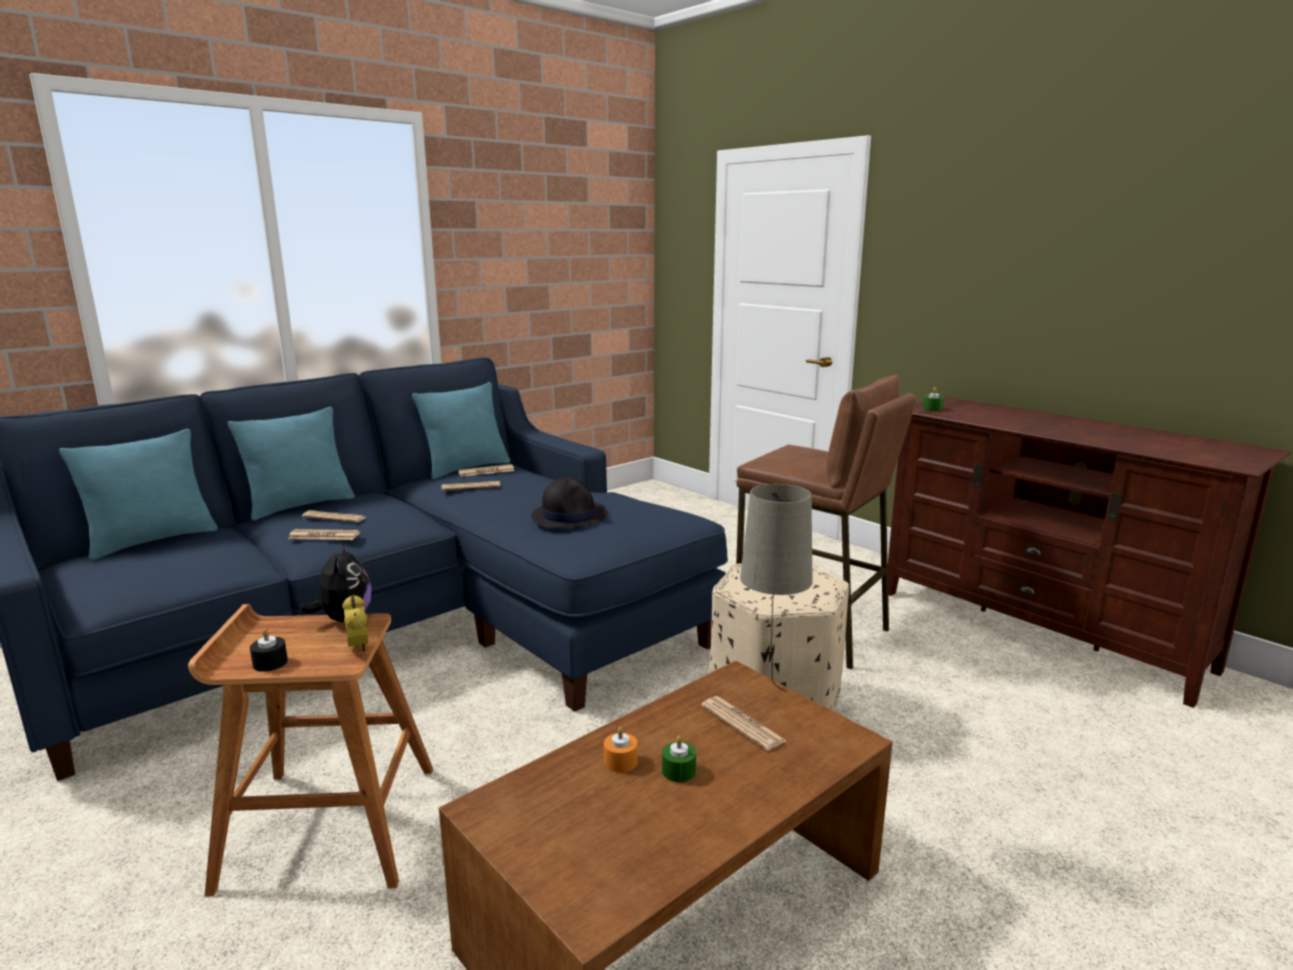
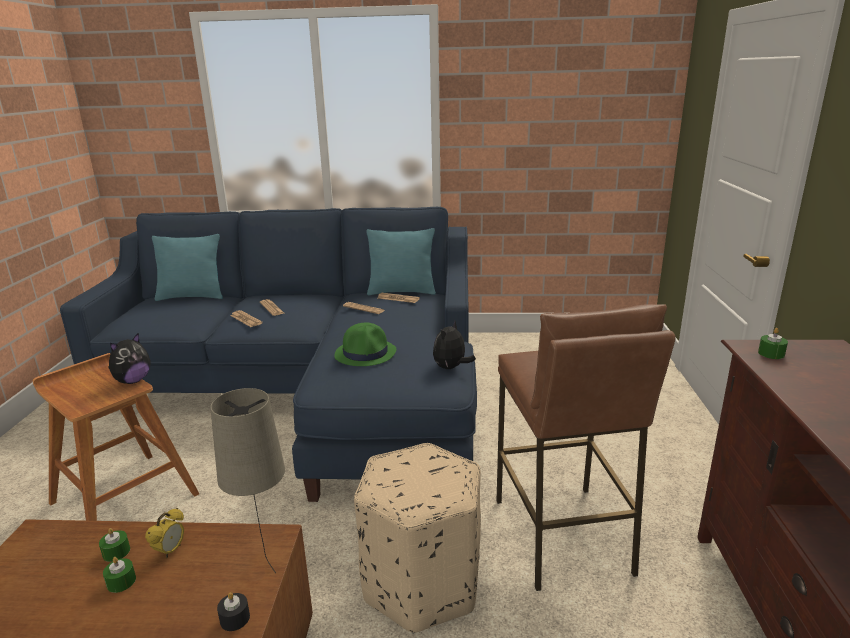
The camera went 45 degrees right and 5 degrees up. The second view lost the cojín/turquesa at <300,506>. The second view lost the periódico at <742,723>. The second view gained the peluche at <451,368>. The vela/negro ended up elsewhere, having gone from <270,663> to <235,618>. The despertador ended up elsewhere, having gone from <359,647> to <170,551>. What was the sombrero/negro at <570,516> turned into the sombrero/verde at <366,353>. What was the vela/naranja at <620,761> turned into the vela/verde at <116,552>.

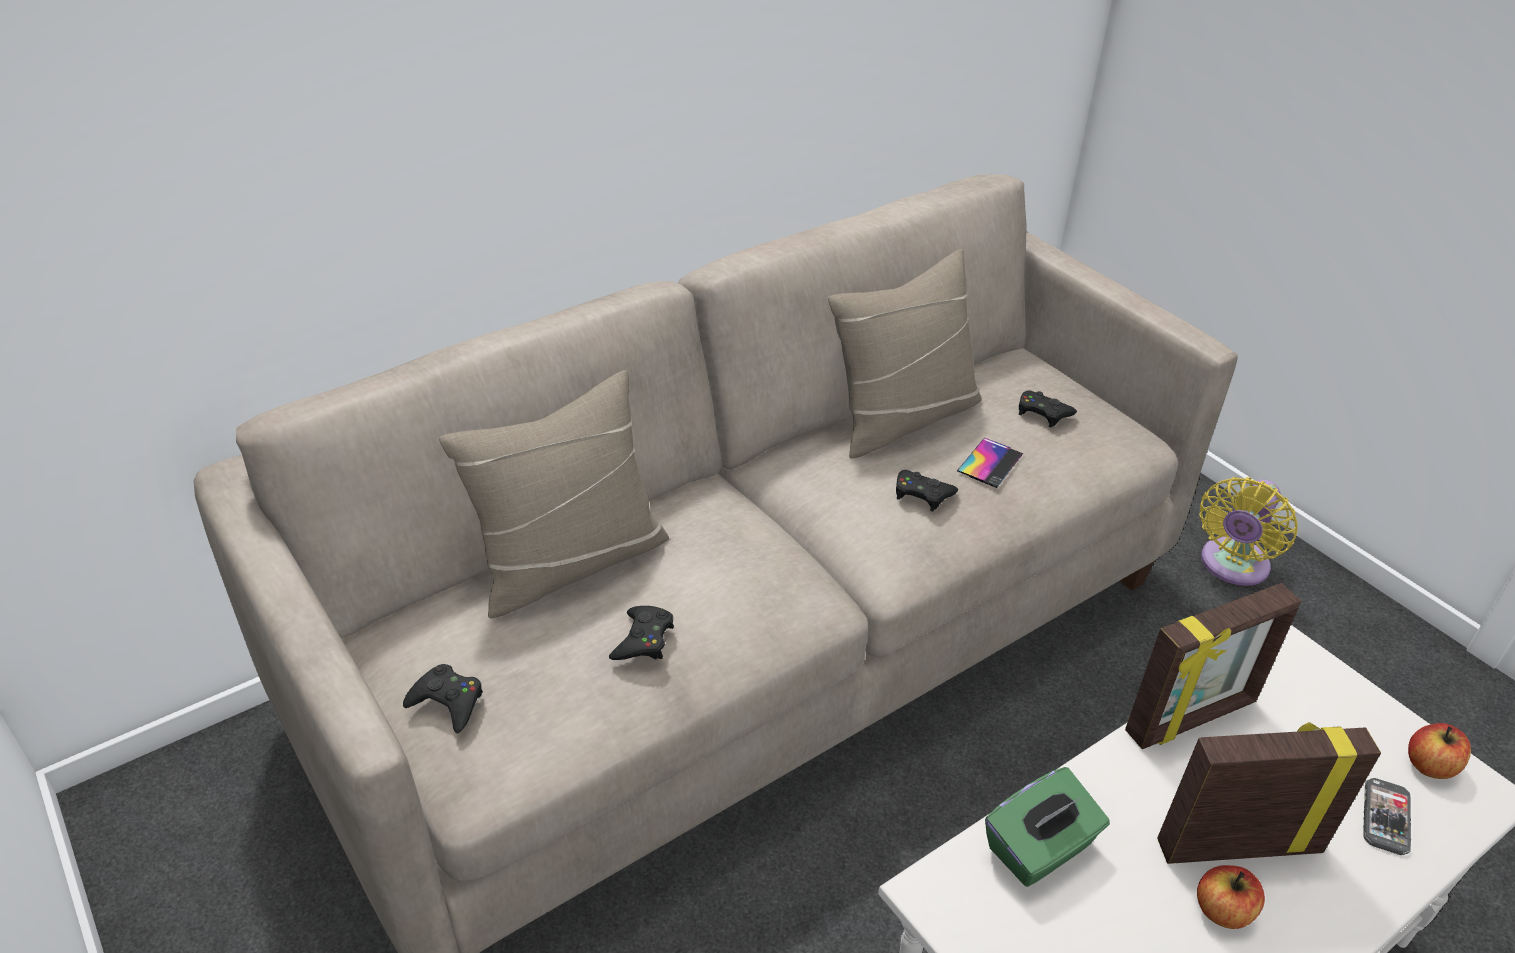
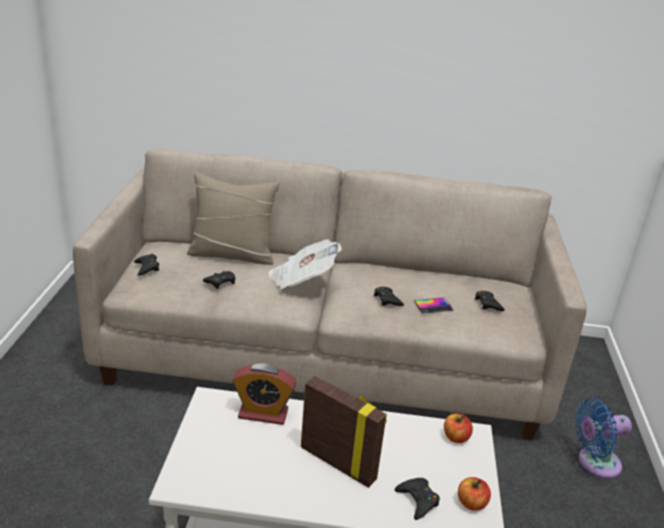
The camera went 40 degrees right and 10 degrees down. The second view lost the cojín/beis at <902,418>. The second view lost the portarretratos at <1192,719>. The second view gained the periódico at <302,280>. The manzana ended up elsewhere, having gone from <1223,911> to <455,437>. Where the caja de pañuelos/verde stood at <1040,849>, the despertador came to stand at <263,413>. Where the móvil stood at <1385,818>, the mando de consola/negro came to stand at <418,500>. What was the ventilador/amarillo at <1231,566> turned into the ventilador/azul at <594,463>.

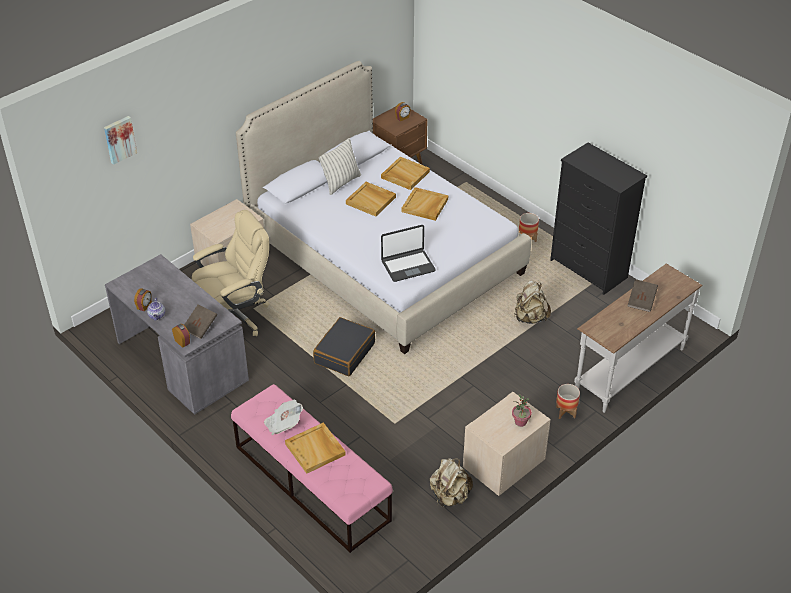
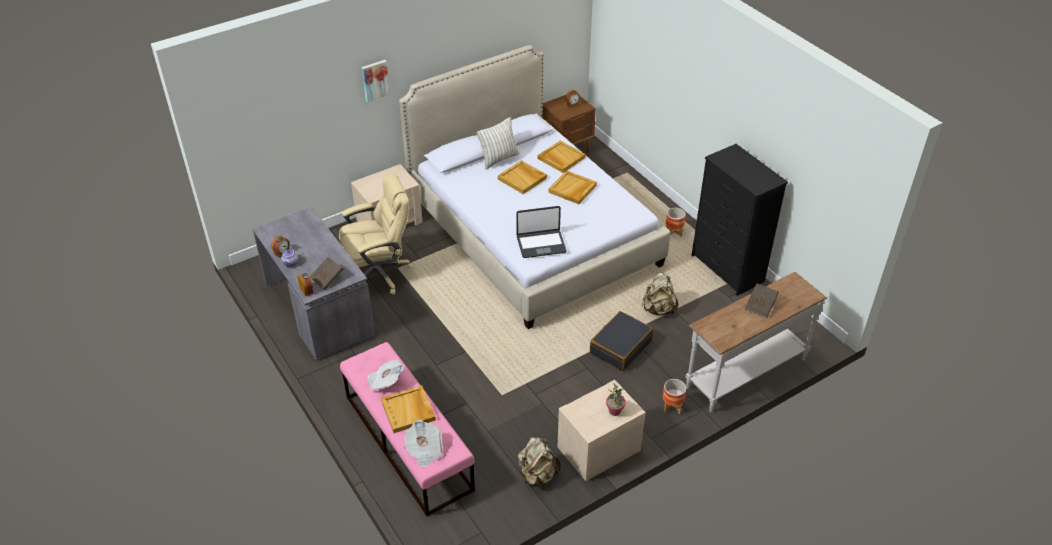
The camera went 10 degrees right and 0 degrees up. The second view gained the periódico at <424,450>. The cuadro ended up elsewhere, having gone from <119,139> to <375,80>. The maleta/negro ended up elsewhere, having gone from <344,353> to <620,347>.

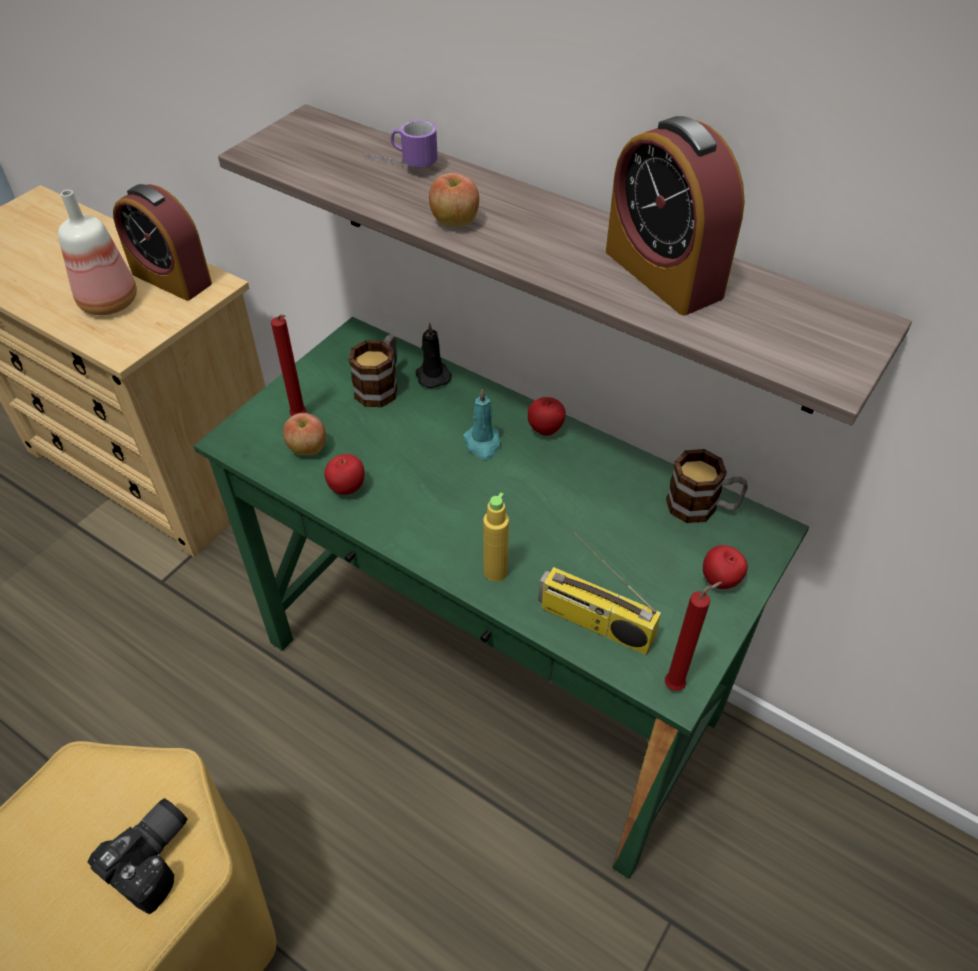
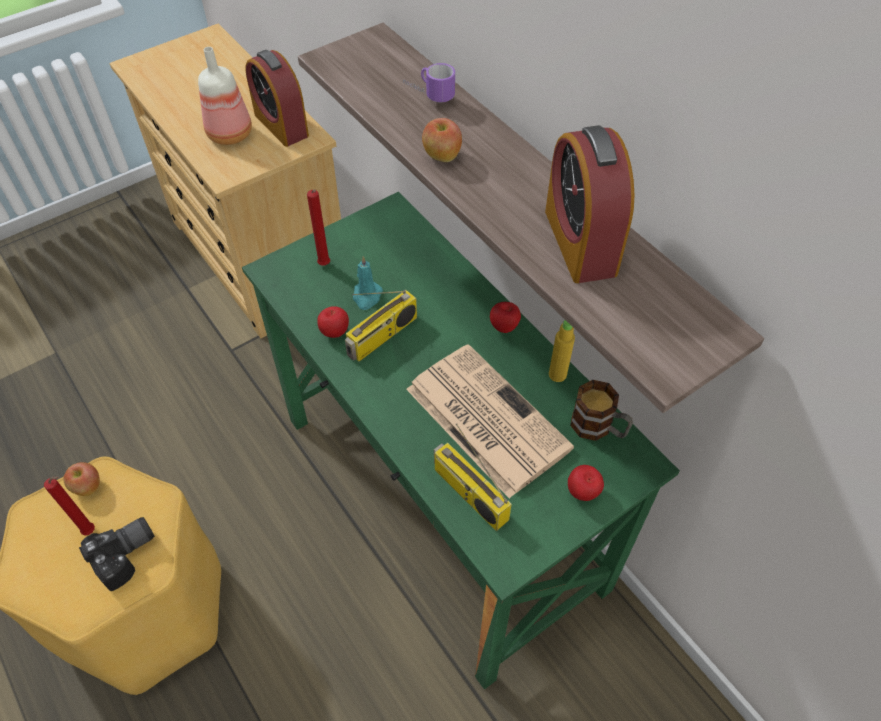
The camera went 20 degrees right and 5 degrees up. The second view lost the taza grande at <381,386>. The second view lost the vela/negro at <432,375>. The second view gained the radio at <382,337>. The second view gained the periódico at <484,417>. The manzana ended up elsewhere, having gone from <307,449> to <88,487>. The vela/turquesa ended up elsewhere, having gone from <483,444> to <367,296>. The botella/amarillo ended up elsewhere, having gone from <495,571> to <557,374>. The vela/rojo ended up elsewhere, having gone from <677,684> to <91,531>.

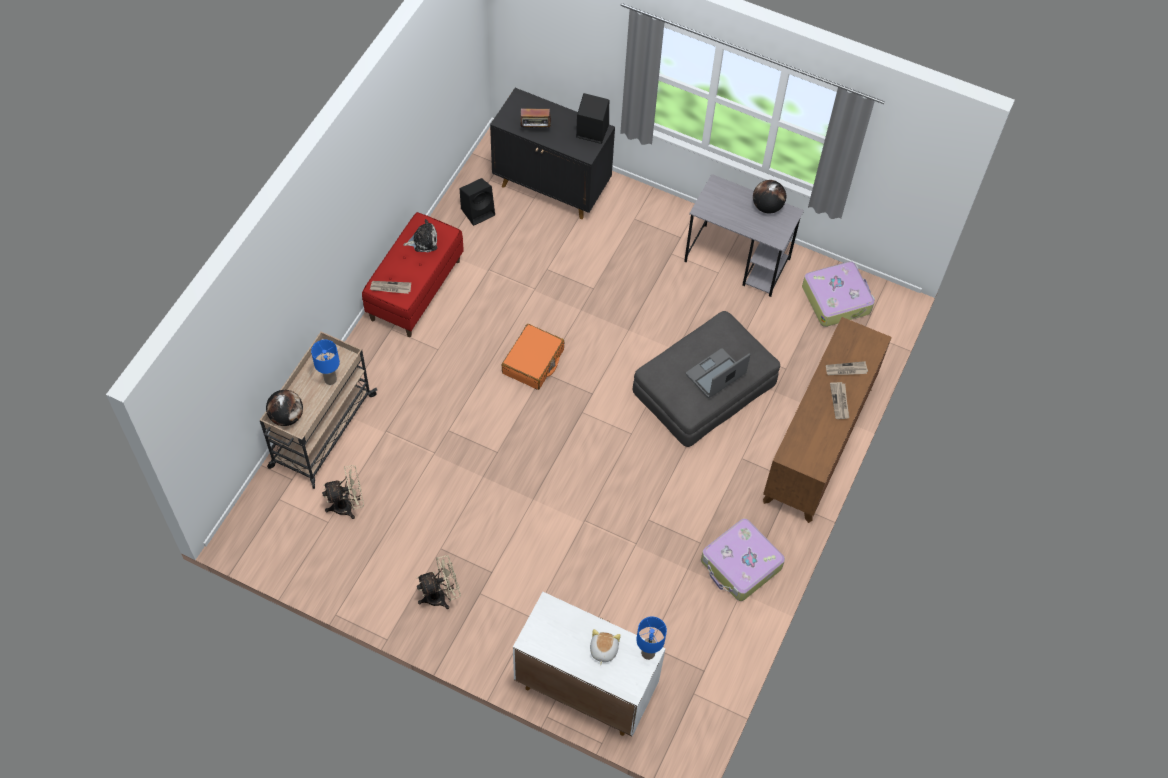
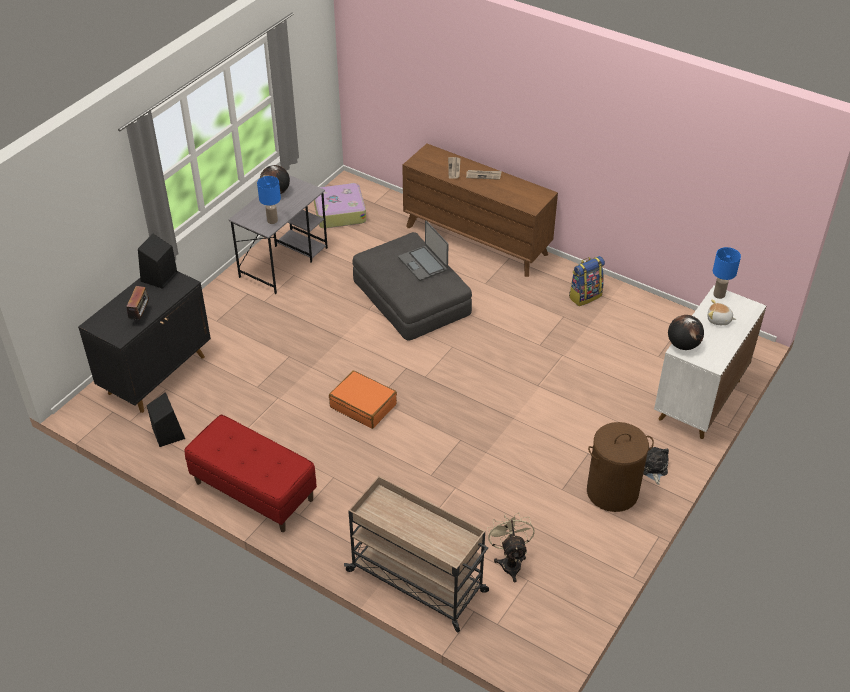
The camera went 80 degrees left and 15 degrees down. The second view lost the periódico at <390,288>. The globo terráqueo ended up elsewhere, having gone from <287,416> to <682,345>. The lámpara de mesa/azul ended up elsewhere, having gone from <330,379> to <272,220>. The peluche ended up elsewhere, having gone from <423,241> to <653,468>. Where the ventilador/beis stood at <441,595>, the cesto de la ropa/marrón came to stand at <612,492>. Where the maleta stood at <740,565>, the mochila came to stand at <585,296>.

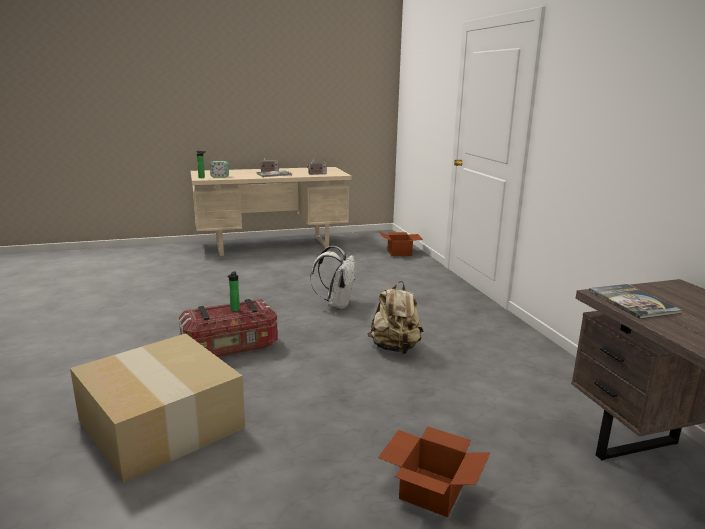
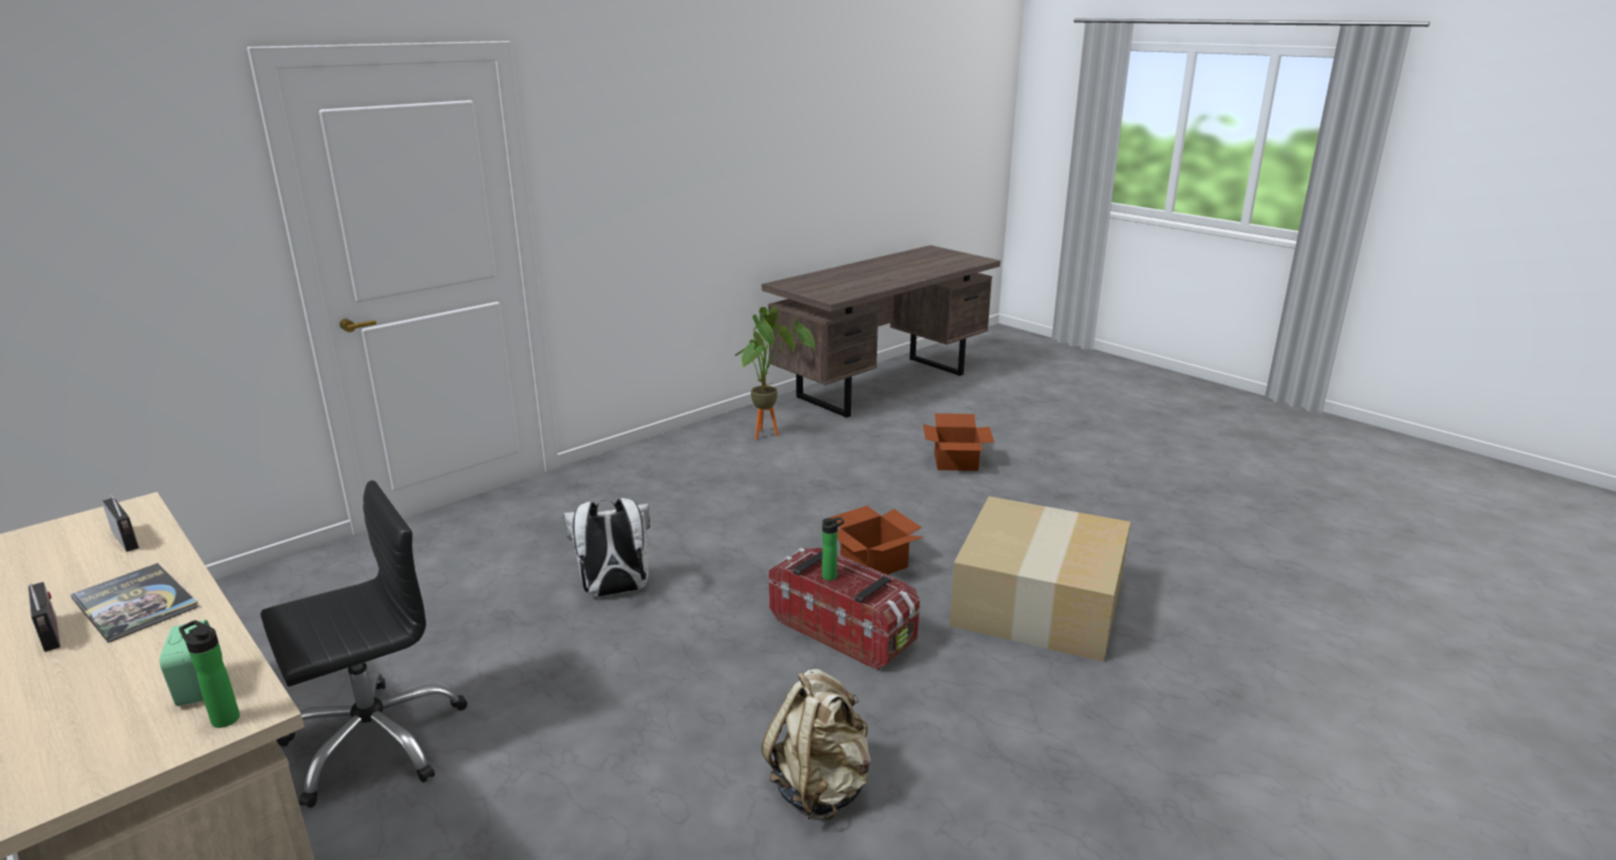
The camera went 115 degrees left and 5 degrees up. The second view lost the libro at <632,302>. The second view gained the silla de oficina/negro at <374,741>. The second view gained the planta en maceta at <770,433>. The mochila/beis ended up elsewhere, having gone from <395,348> to <821,787>. The caja de cartón ended up elsewhere, having gone from <400,253> to <873,562>.

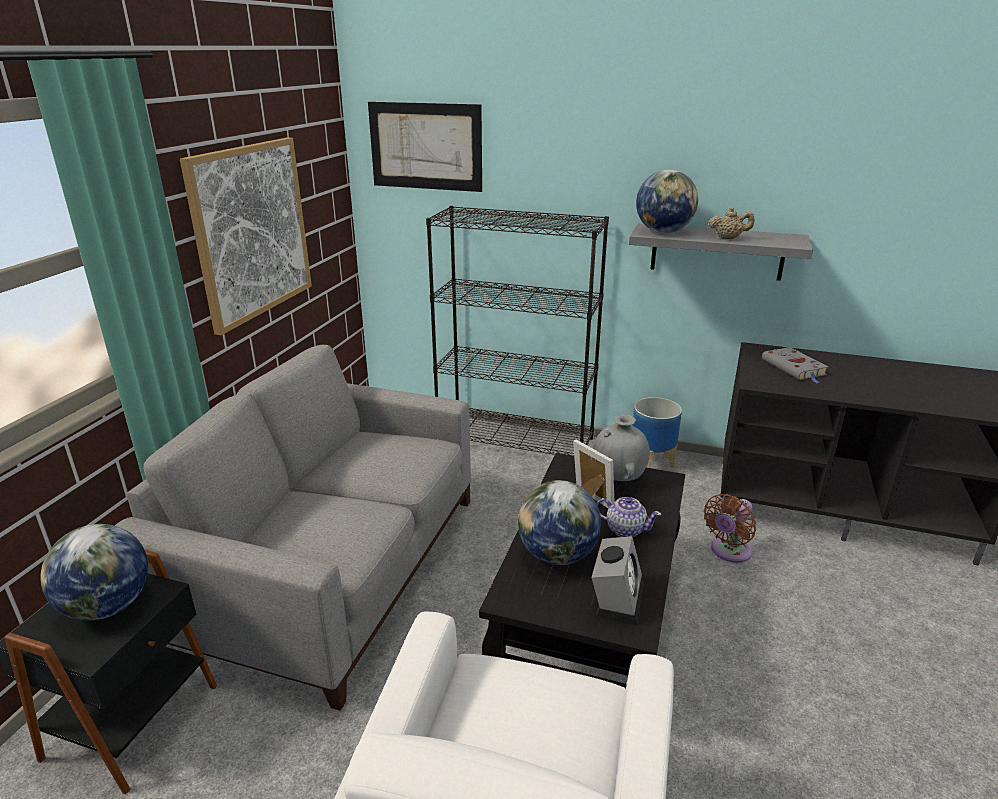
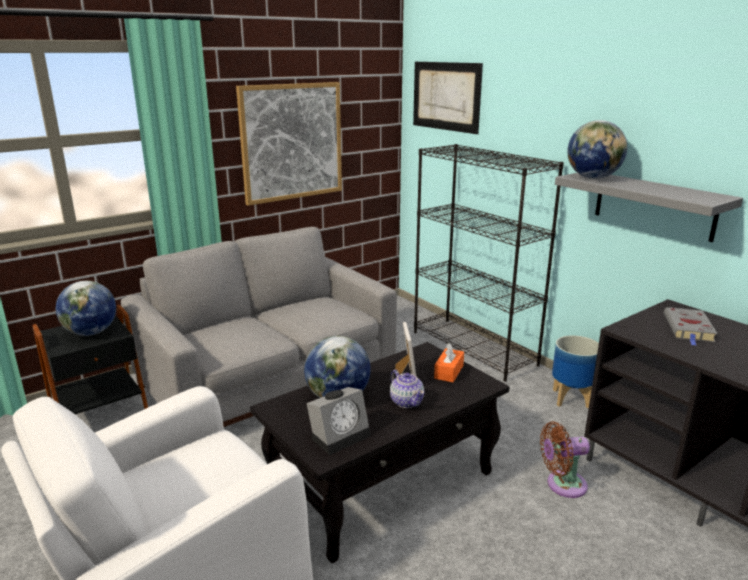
The camera went 35 degrees right and 5 degrees down. The second view lost the tetera/beis at <728,238>. Where the florero/gris stood at <618,479>, the caja de pañuelos/naranja came to stand at <449,372>.

